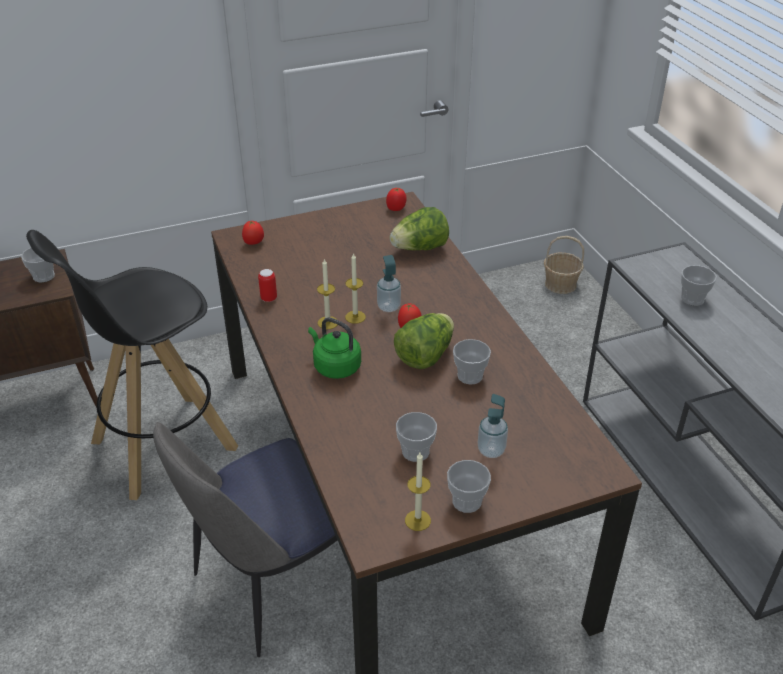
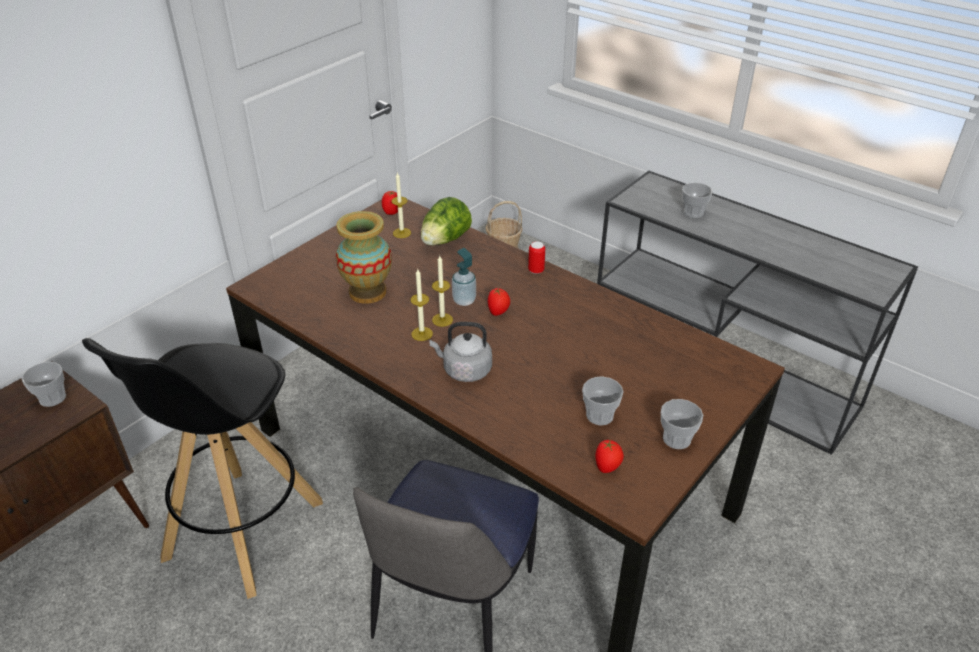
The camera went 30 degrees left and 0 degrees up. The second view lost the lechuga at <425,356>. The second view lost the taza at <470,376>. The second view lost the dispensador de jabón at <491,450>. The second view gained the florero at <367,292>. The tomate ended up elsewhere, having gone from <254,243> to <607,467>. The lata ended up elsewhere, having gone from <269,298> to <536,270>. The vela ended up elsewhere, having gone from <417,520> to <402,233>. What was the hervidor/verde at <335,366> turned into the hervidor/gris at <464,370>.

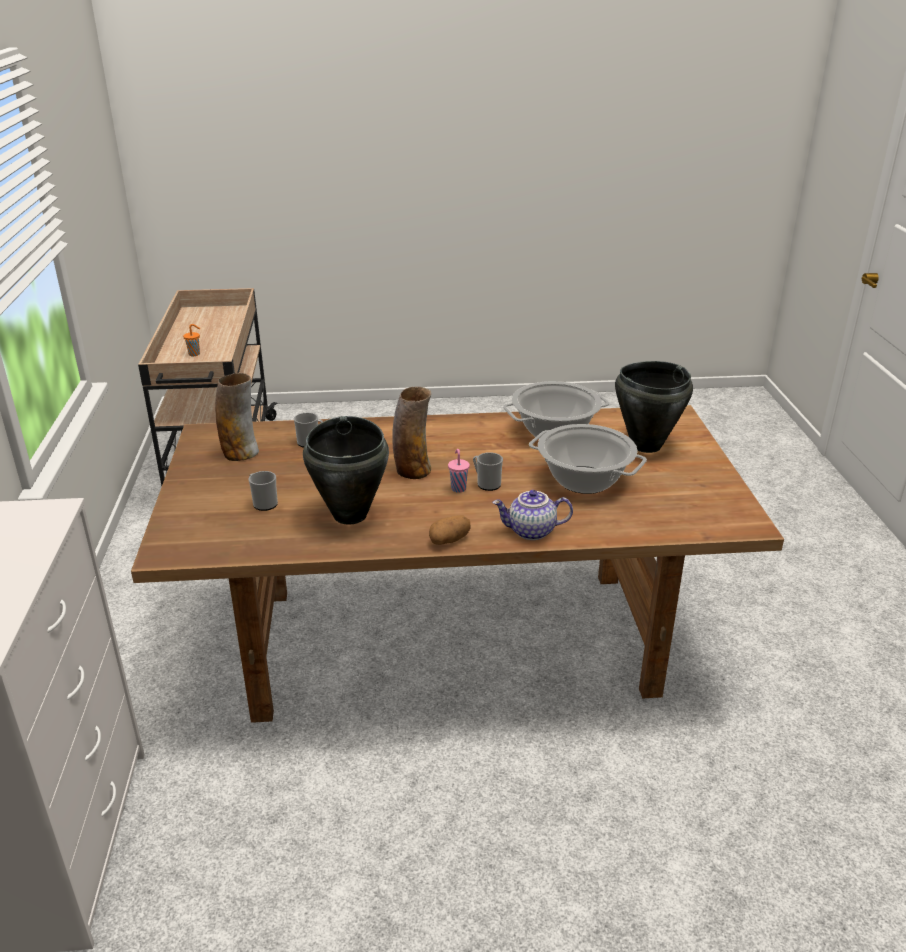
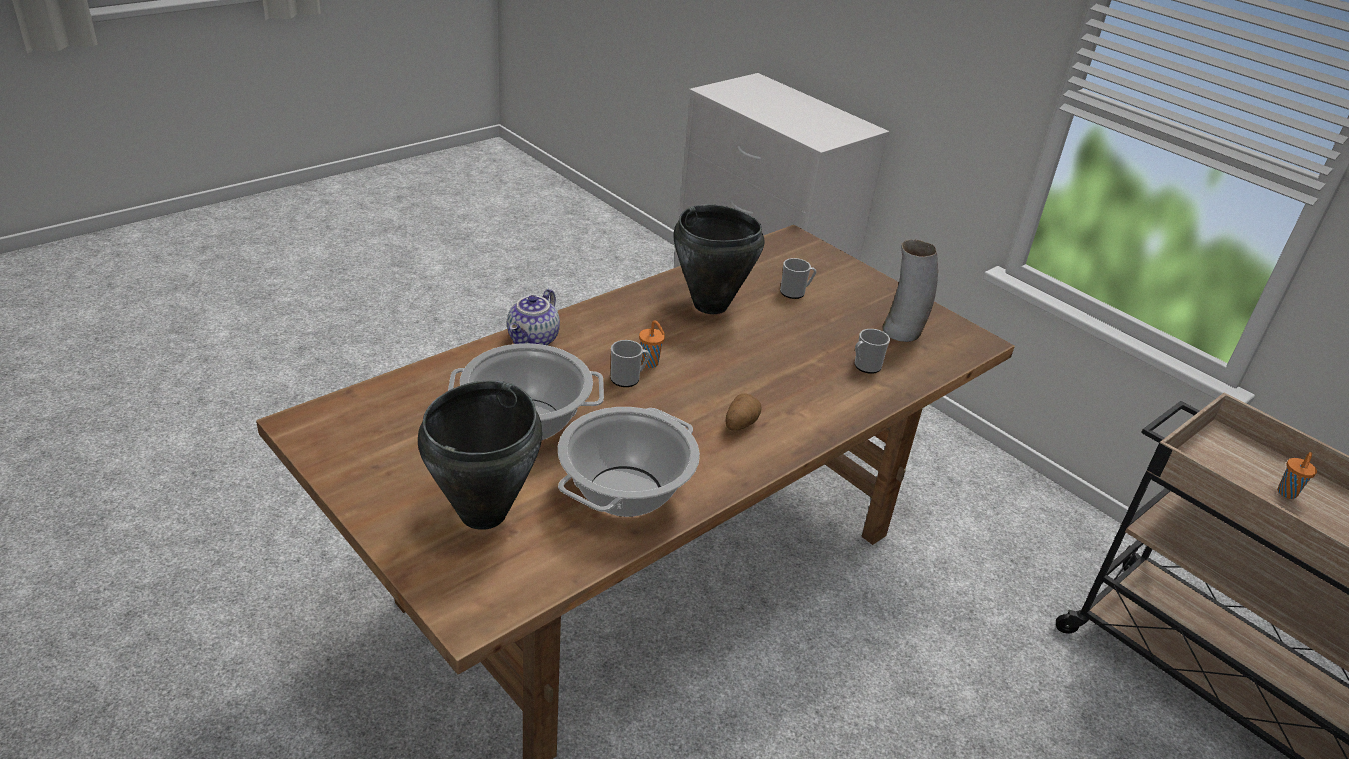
The camera went 140 degrees right and 5 degrees up. The second view lost the florero at <413,470>. The patata ended up elsewhere, having gone from <449,540> to <740,424>. What was the taza/rosa at <458,488> turned into the taza/naranja at <650,364>. The tetera at <531,532> ended up facing another way, 150 degrees clockwise from before.

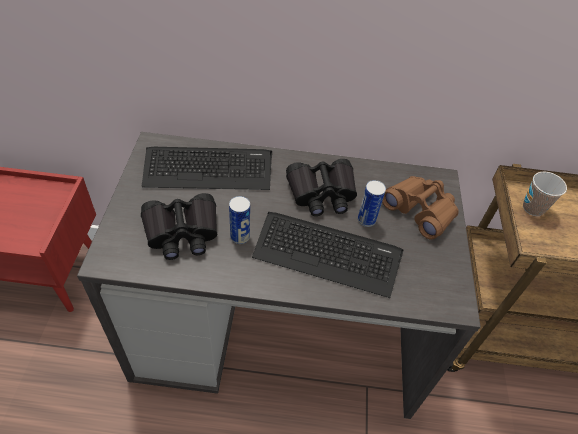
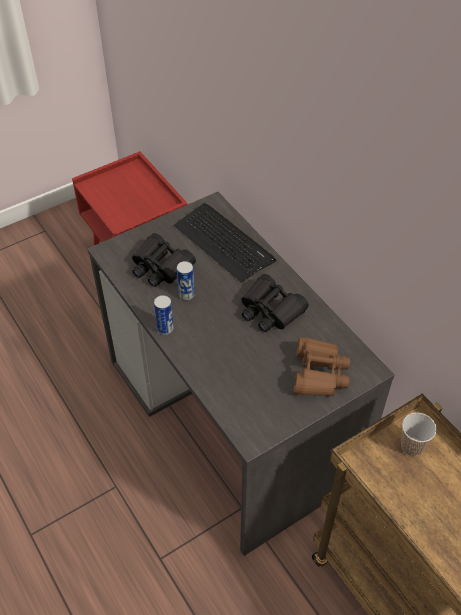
The camera went 55 degrees right and 0 degrees up. The second view lost the teclado at <327,253>. The lata ended up elsewhere, having gone from <366,220> to <165,329>.

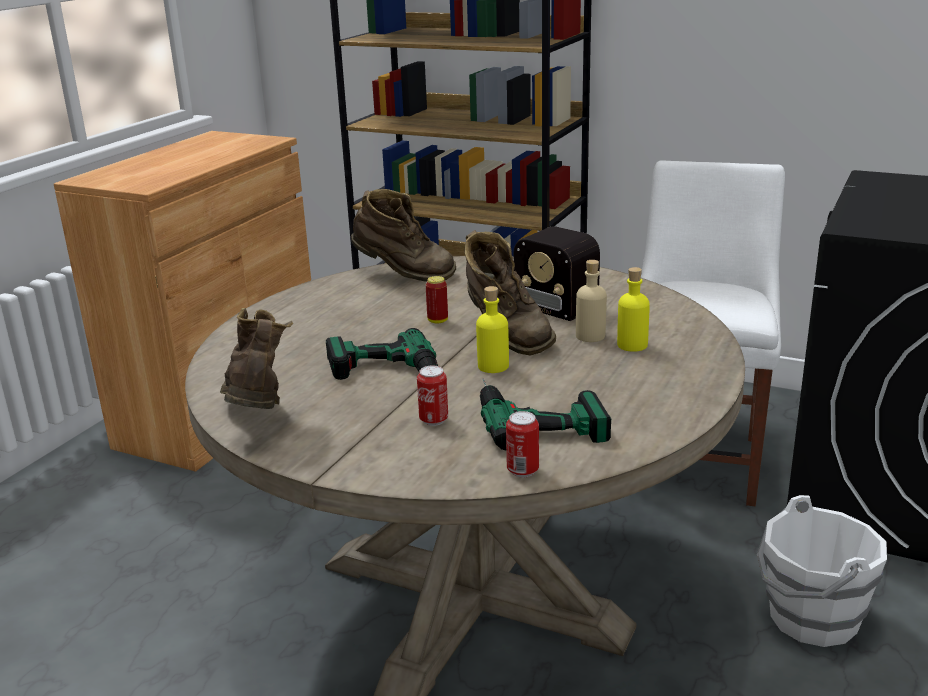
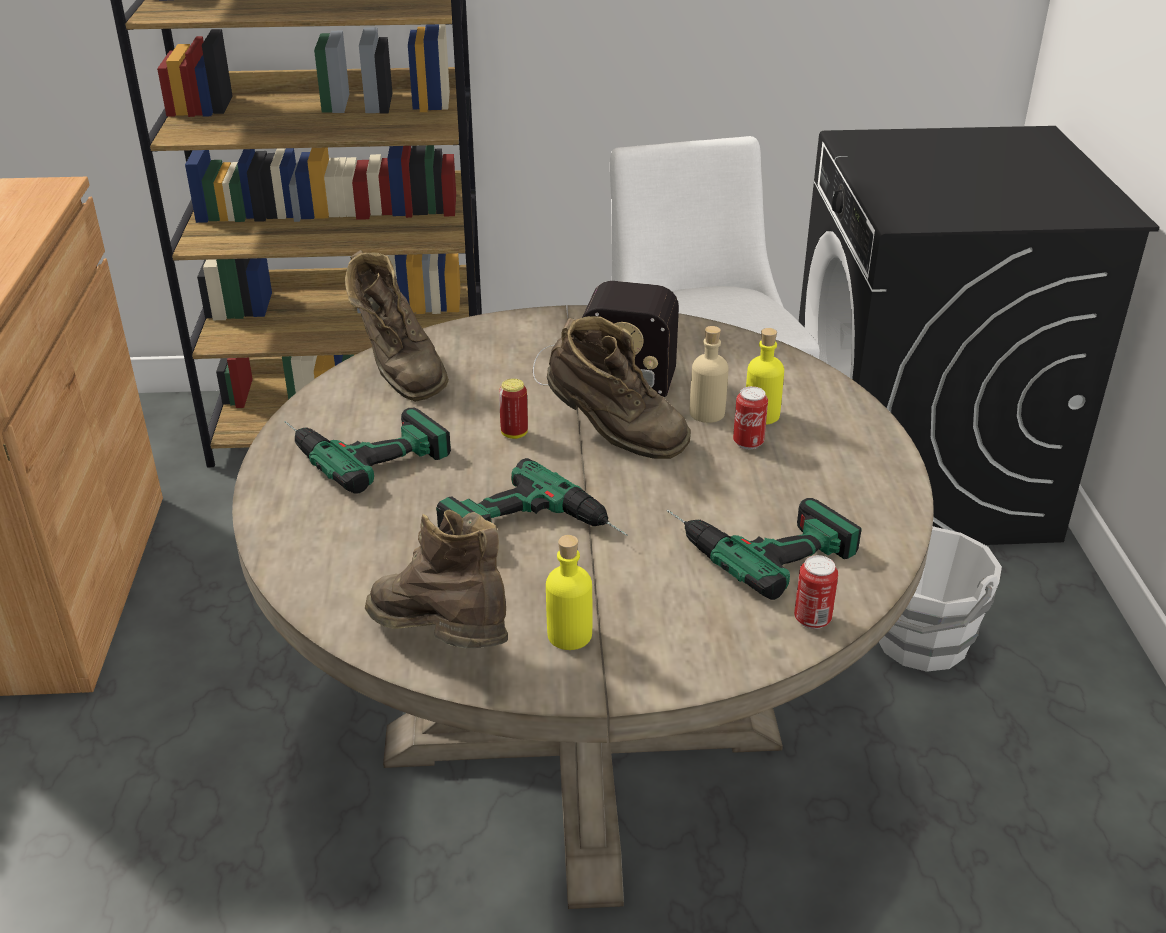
The camera went 30 degrees left and 10 degrees up. The second view gained the taladro at <362,447>. The lata ended up elsewhere, having gone from <433,420> to <748,443>. The botella/amarillo ended up elsewhere, having gone from <493,366> to <569,635>. The bota/marrón at <403,275> ended up facing another way, 75 degrees clockwise from before.

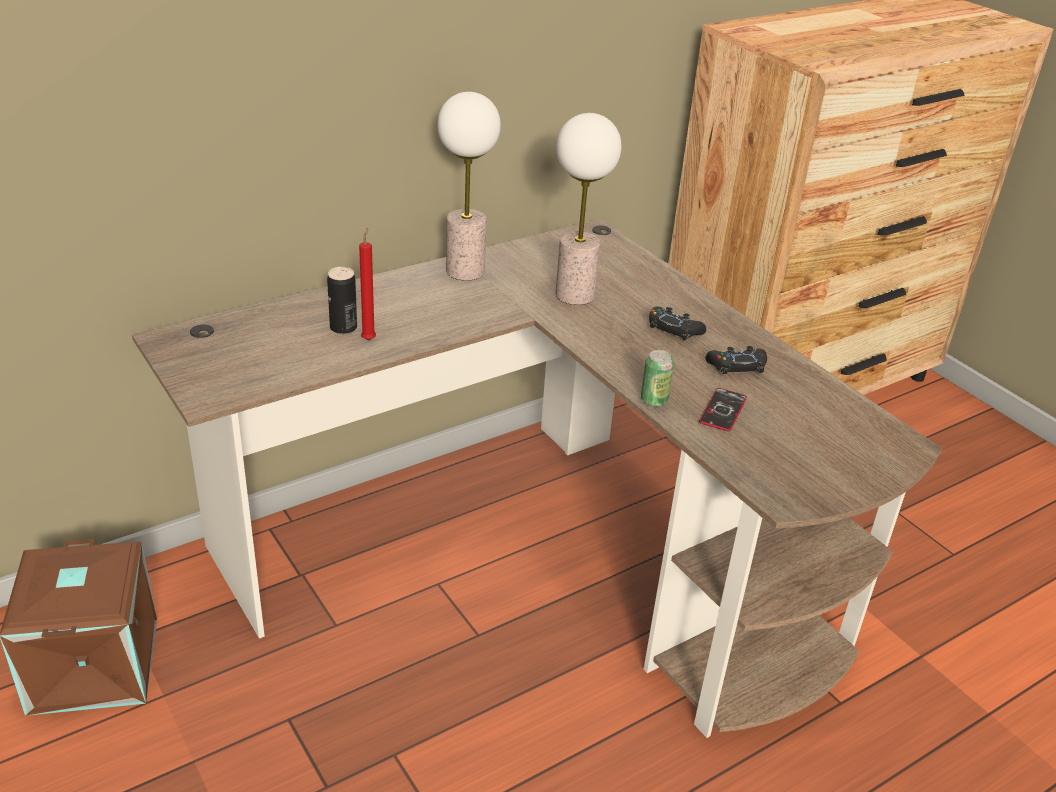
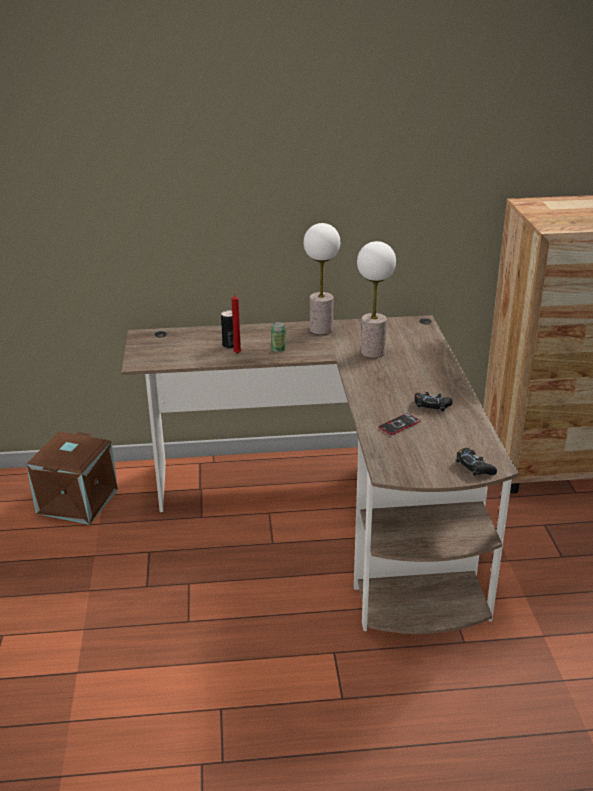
The camera went 30 degrees right and 5 degrees down. The lata ended up elsewhere, having gone from <654,400> to <278,349>. The mando de consola/negro ended up elsewhere, having gone from <674,330> to <474,467>.

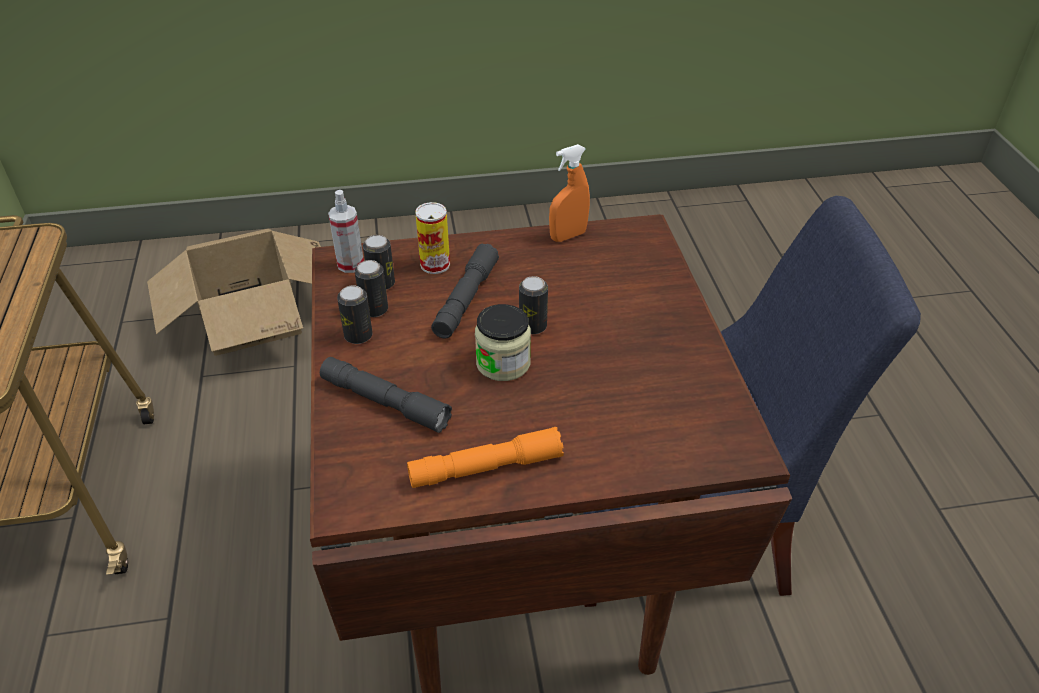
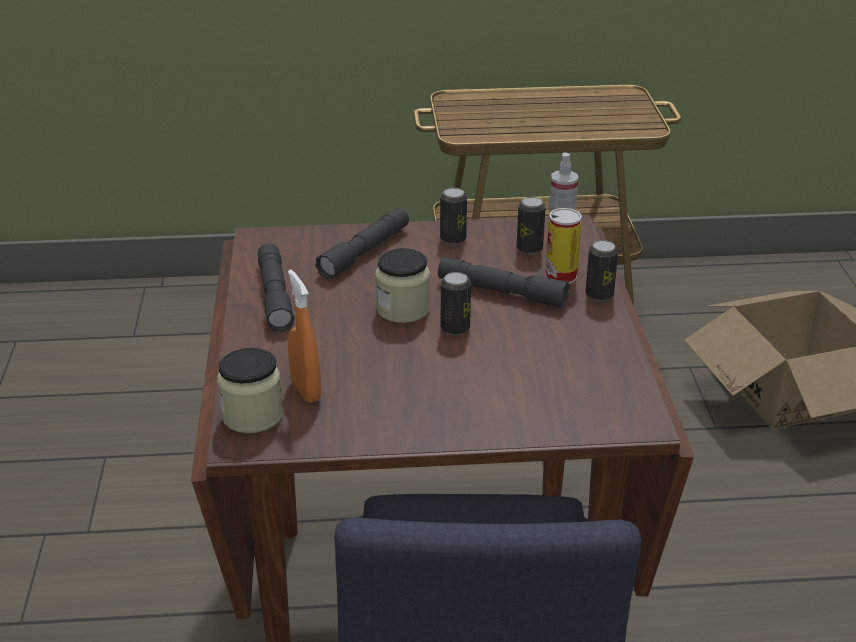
The camera went 95 degrees right and 10 degrees down. The second view gained the tarro at <252,415>. The lata ended up elsewhere, having gone from <374,309> to <599,294>. The pulverizador/naranja ended up elsewhere, having gone from <568,236> to <305,390>. What was the linterna/naranja at <485,468> turned into the linterna/gris at <275,296>.

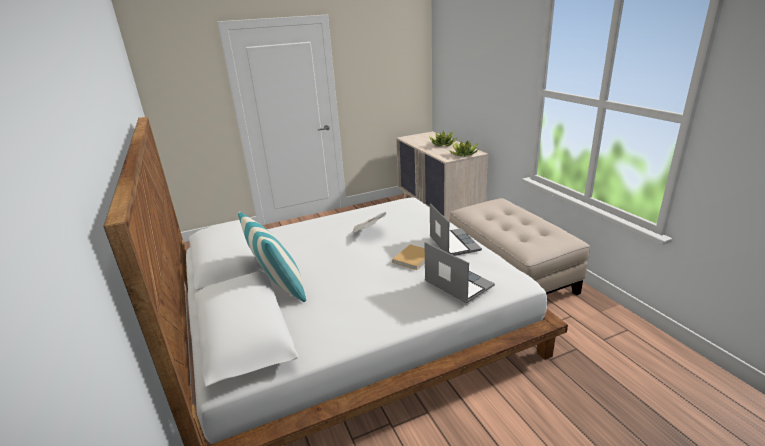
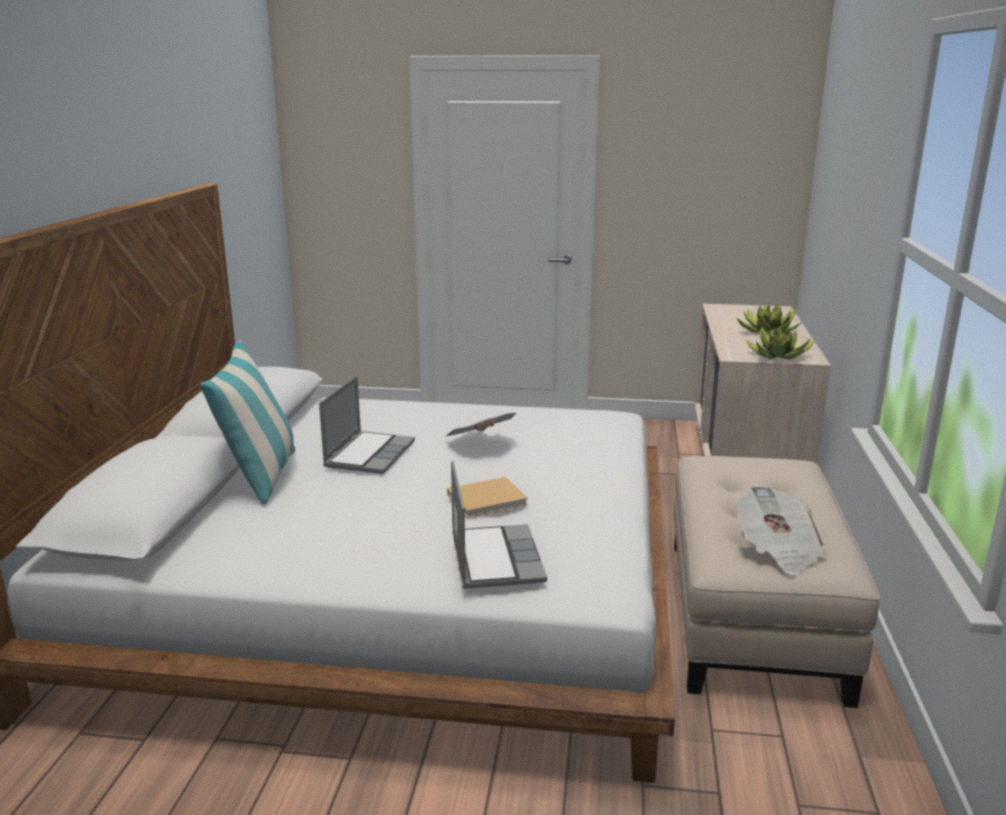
The camera went 30 degrees right and 5 degrees down. The second view gained the periódico at <778,551>. The portátil ended up elsewhere, having gone from <453,243> to <369,454>.

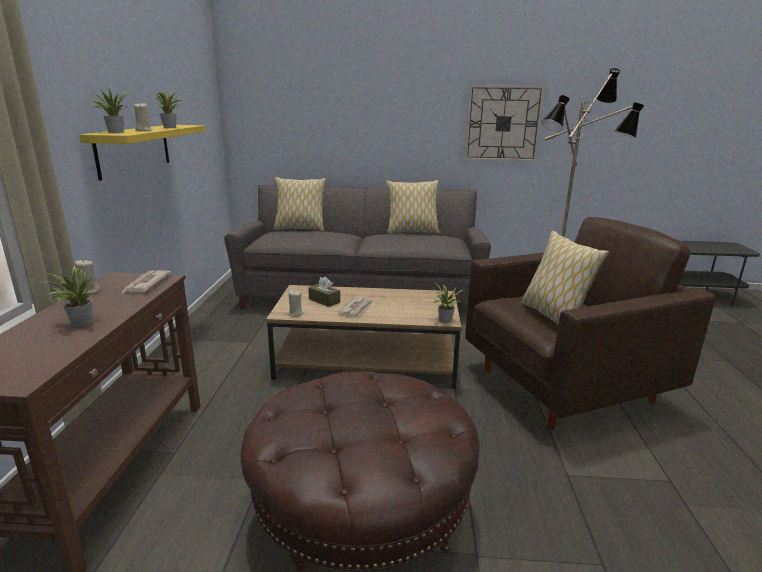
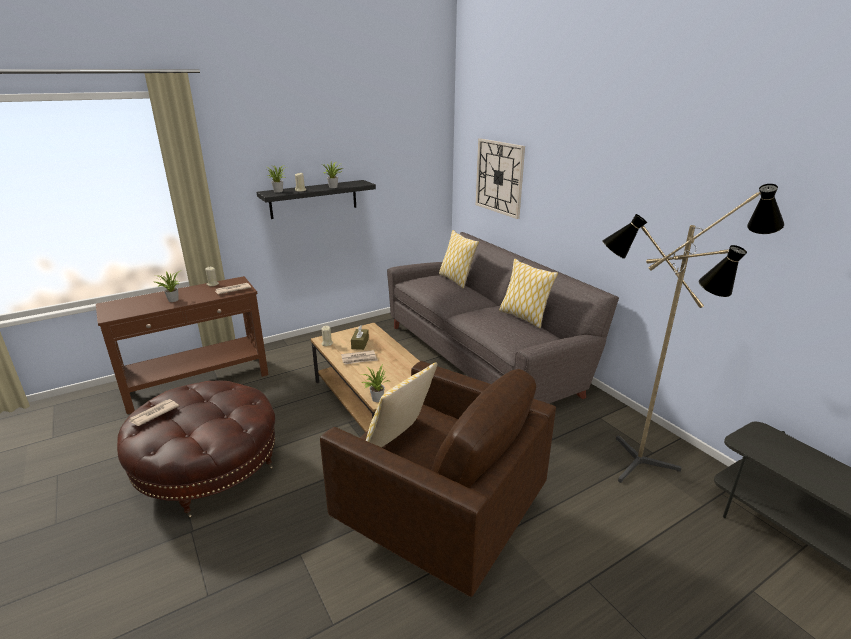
The camera went 55 degrees right and 5 degrees up. The second view gained the periódico at <153,414>. The reloj de pared ended up elsewhere, having gone from <503,123> to <499,177>. What was the estante/amarillo at <134,149> turned into the estante/negro at <313,199>.

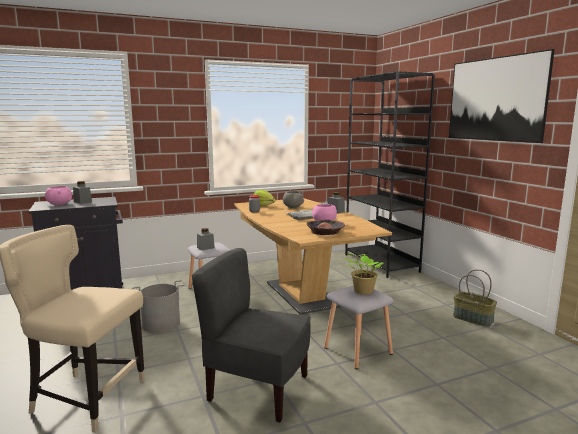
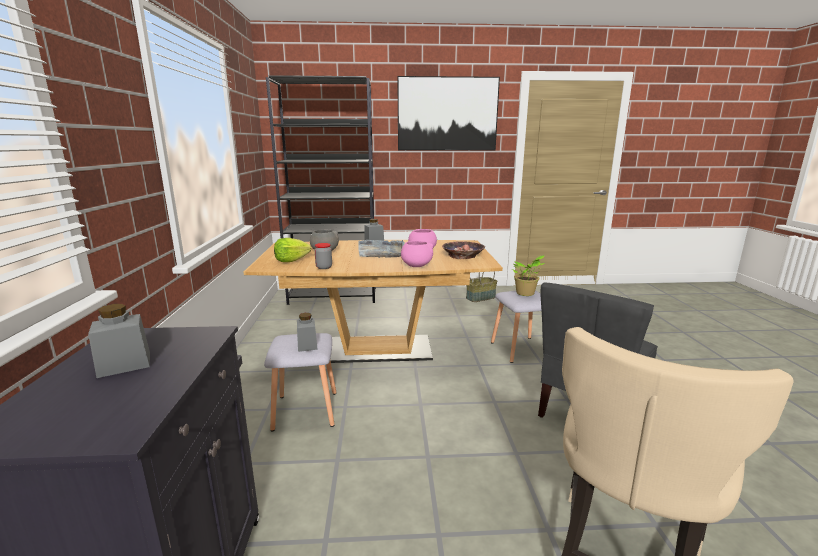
The camera went 70 degrees left and 5 degrees up. The second view lost the cubo/gris at <161,324>. The cuenco/rosa ended up elsewhere, having gone from <59,204> to <416,265>.

